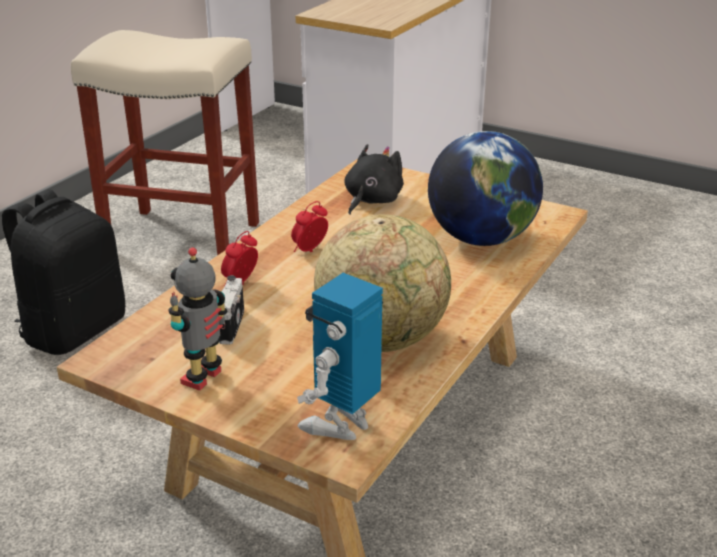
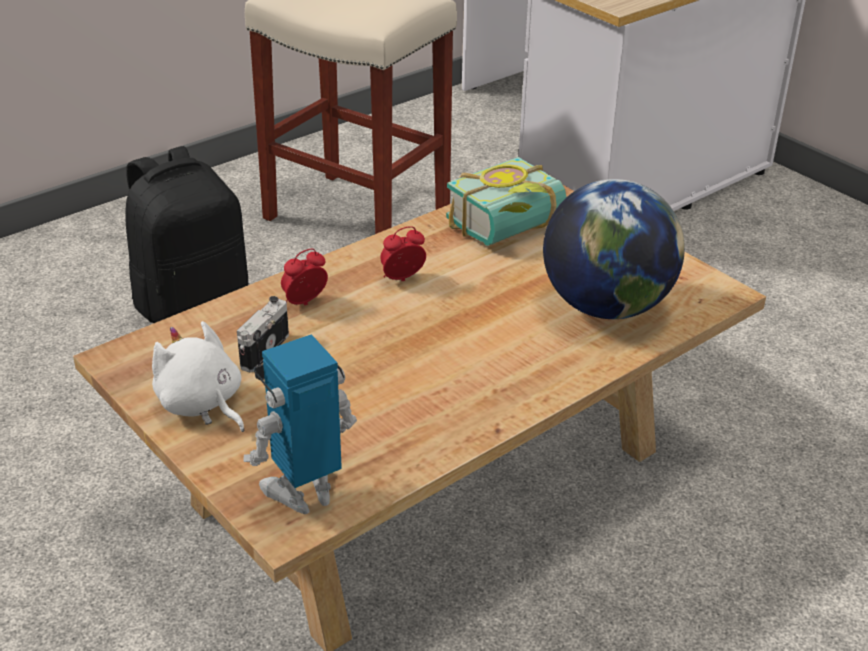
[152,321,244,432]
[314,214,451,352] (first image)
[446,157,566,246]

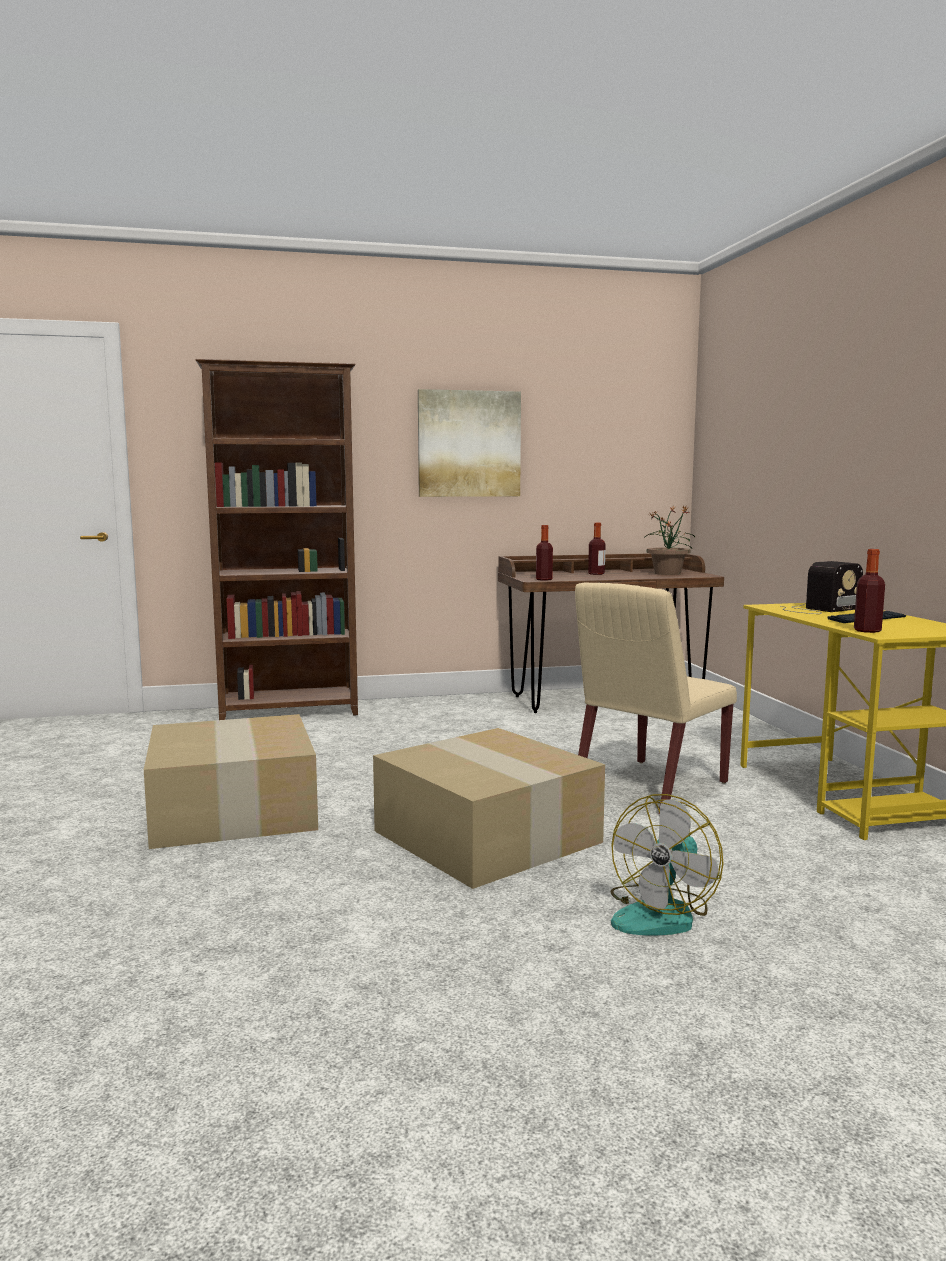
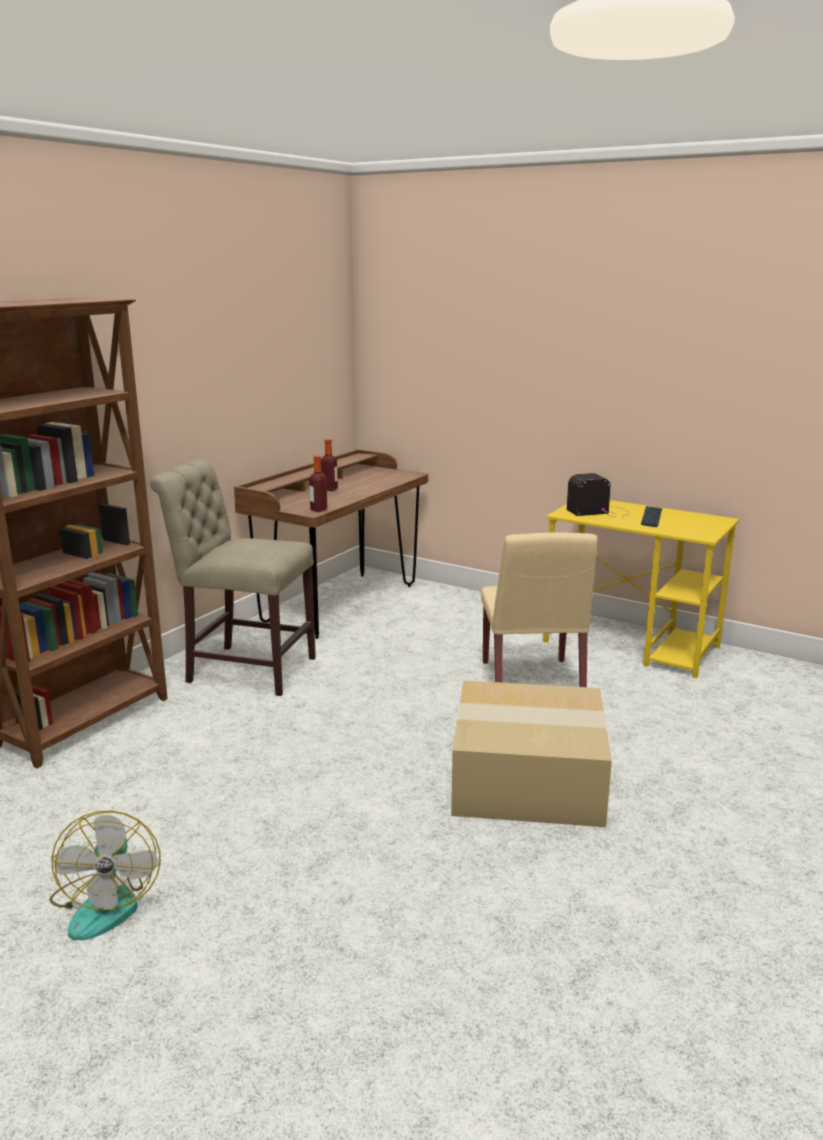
[144,714,318,849] (first image)
[418,389,521,497] (first image)
[50,810,161,940]
[643,506,695,575] (first image)
[567,473,630,517]
[854,549,885,633] (first image)
[150,459,316,696]

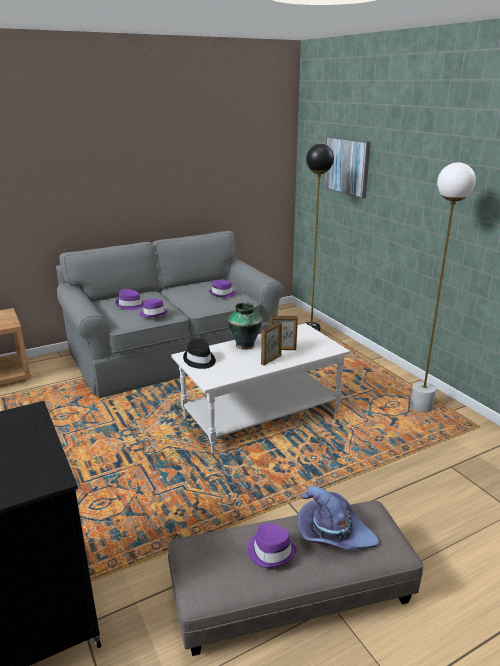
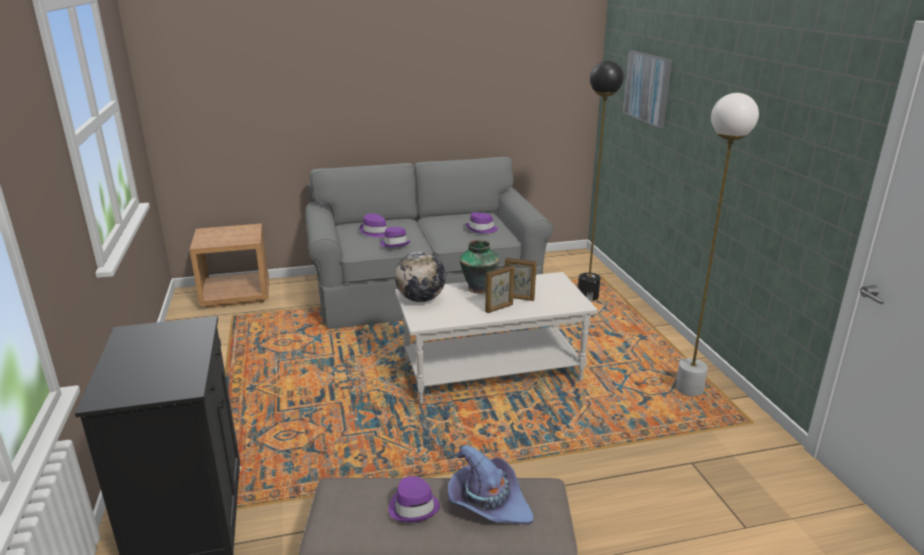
[395,251,446,302]

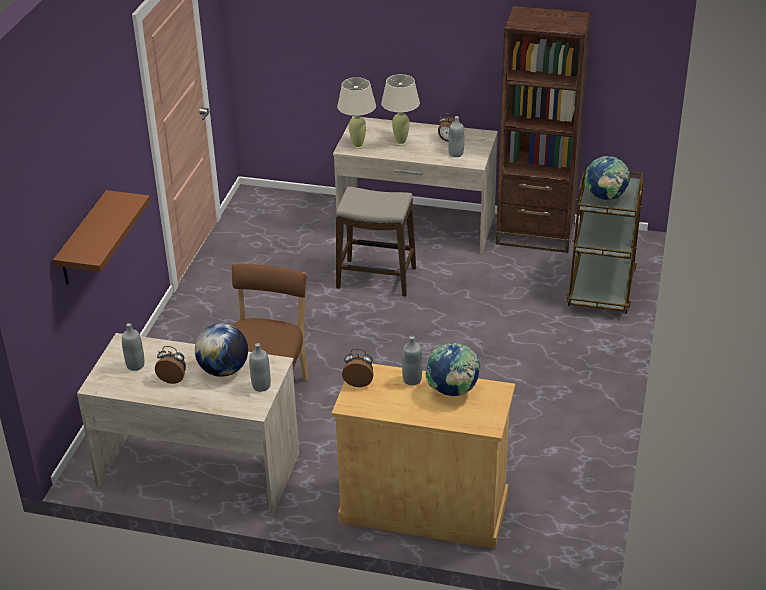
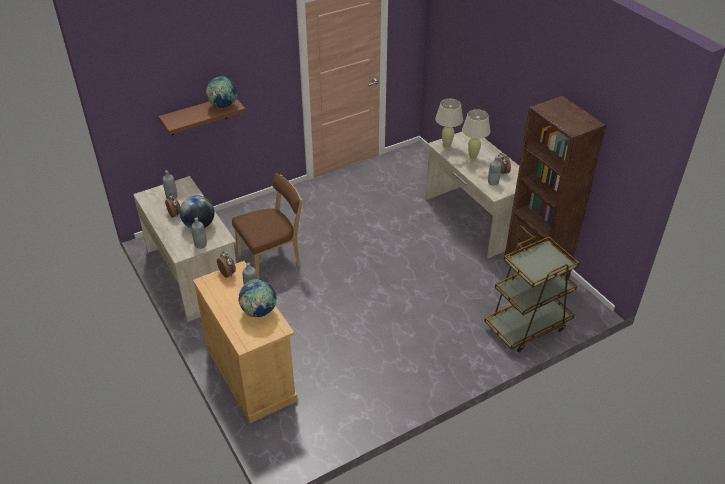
[336,187,416,297] (first image)
[206,76,237,108]

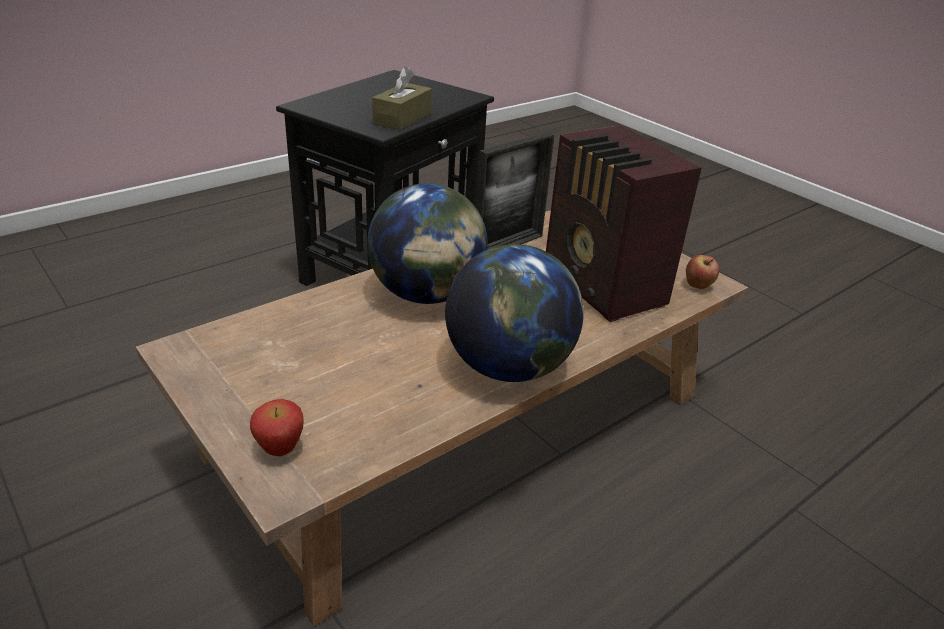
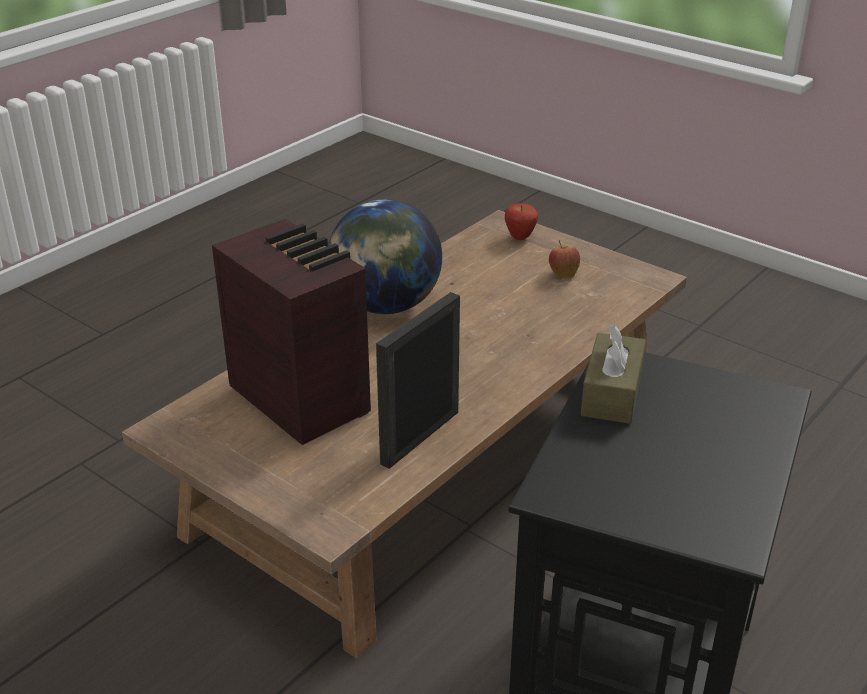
[367,183,488,304] (first image)
[549,240,580,278]

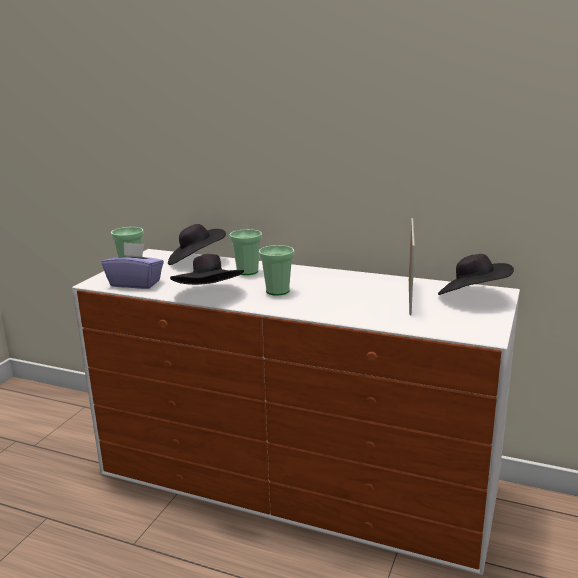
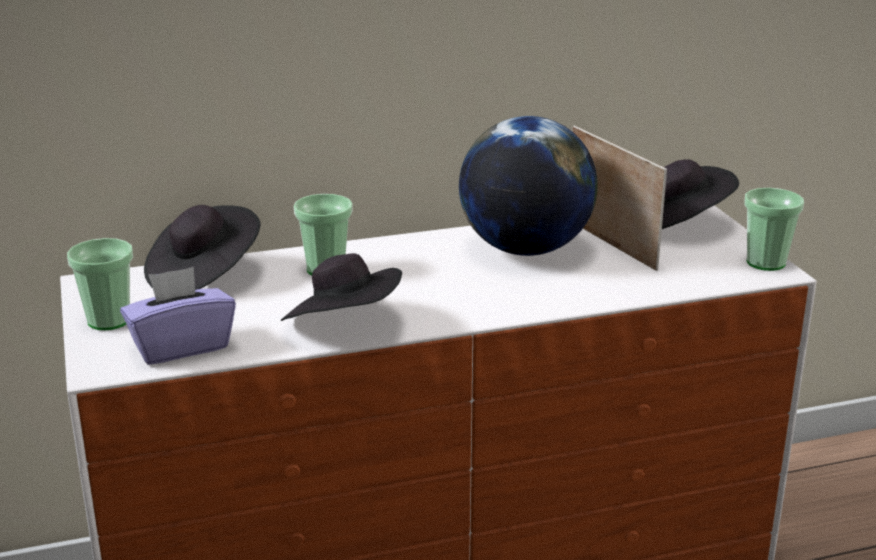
[744,188,804,271]
[459,116,598,256]

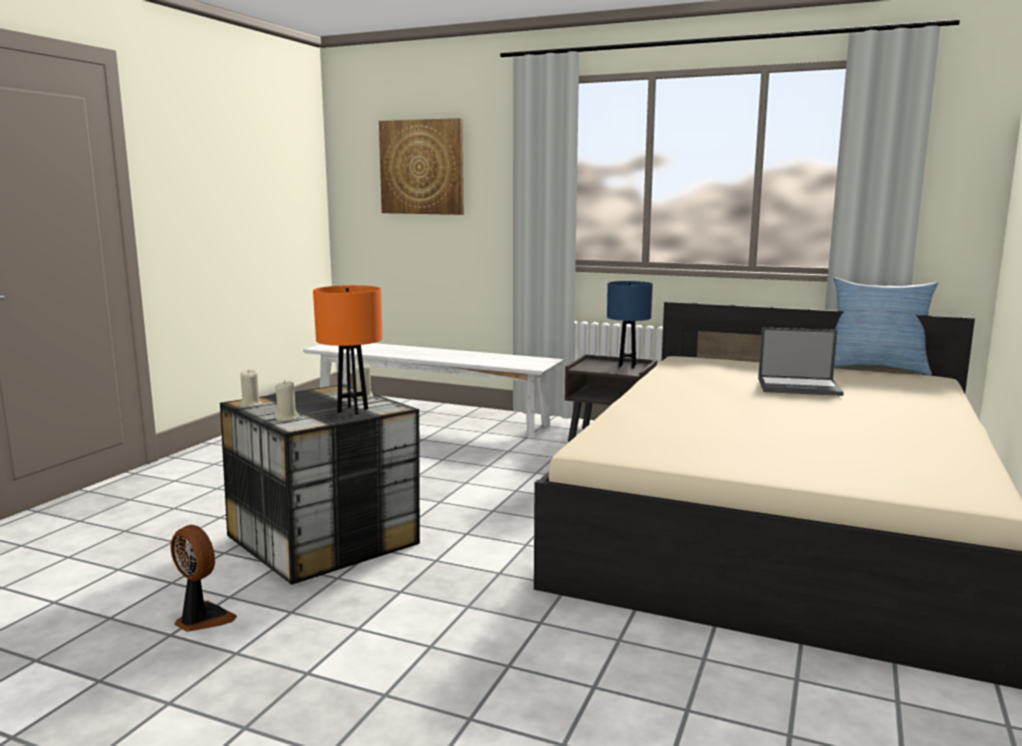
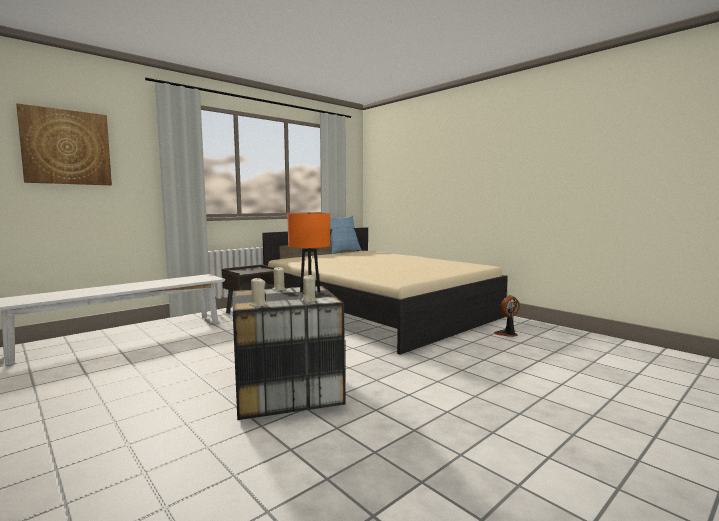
[494,295,519,337]
[607,281,653,368] (first image)
[758,327,843,396] (first image)

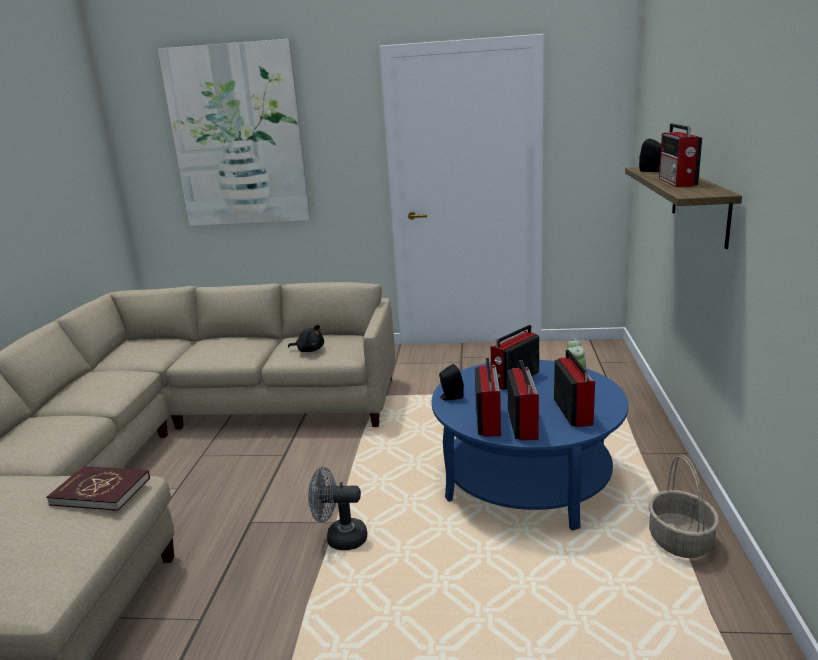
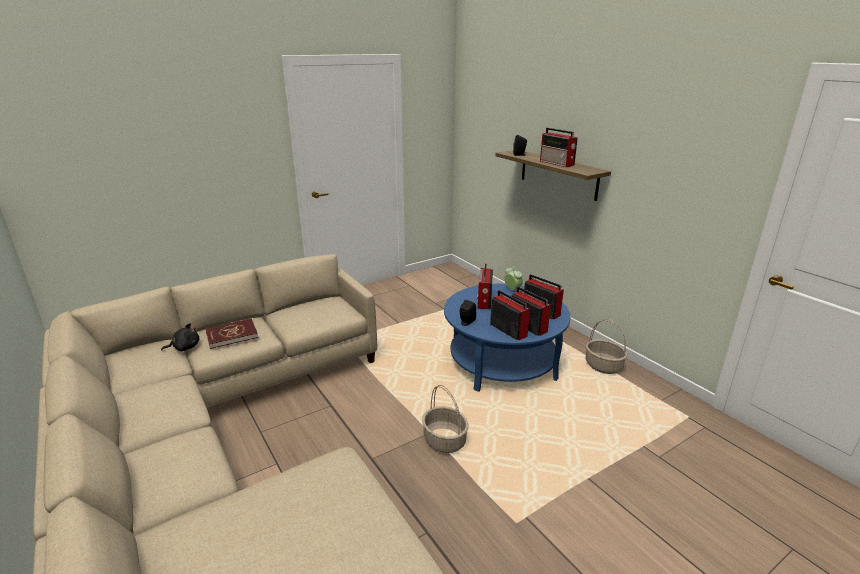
[205,319,258,349]
[157,39,311,226] (first image)
[161,323,199,351]
[422,385,468,453]

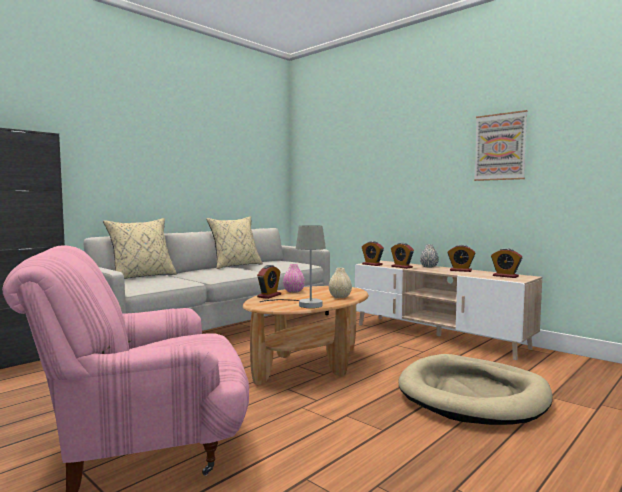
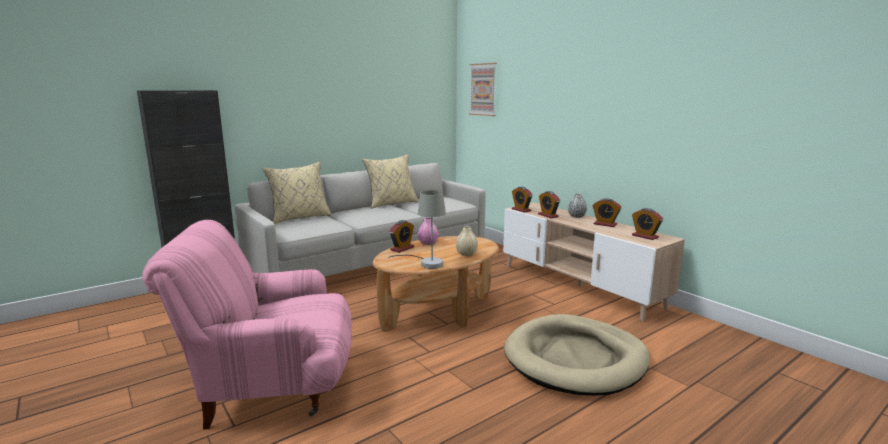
[469,63,497,116]

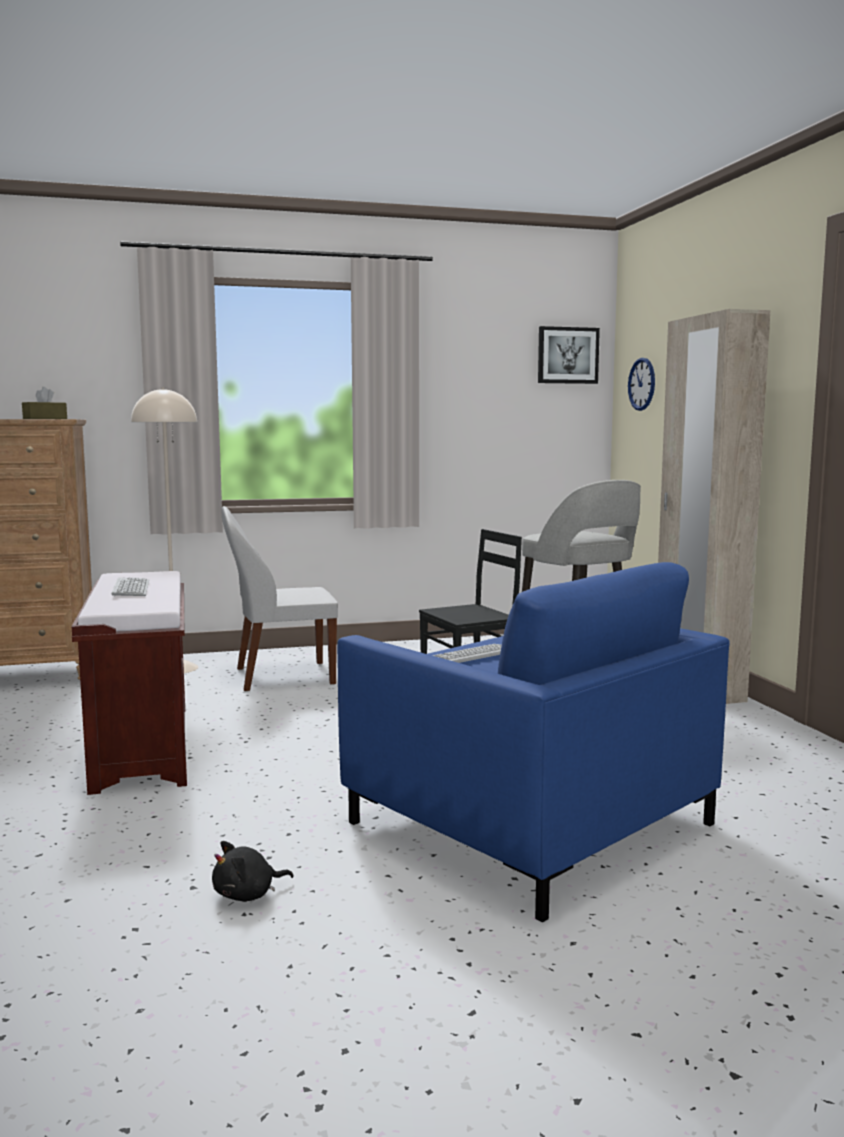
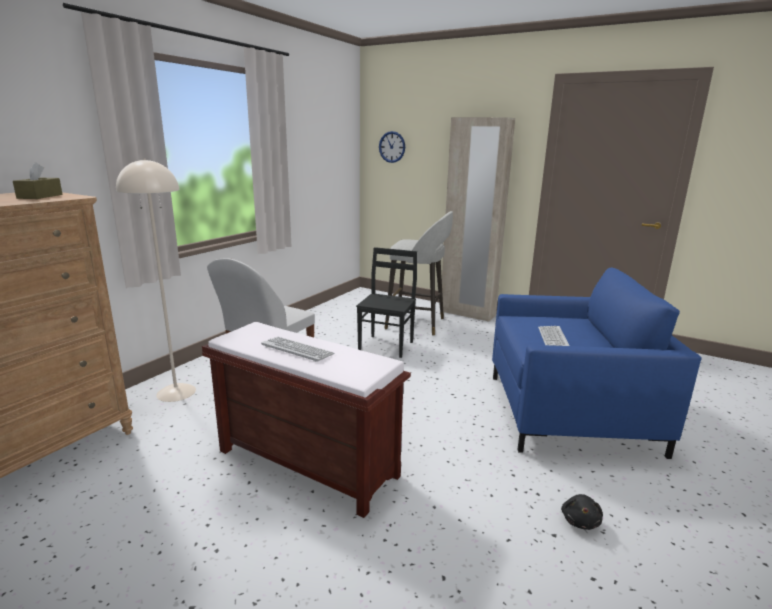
[538,326,600,384] (first image)

